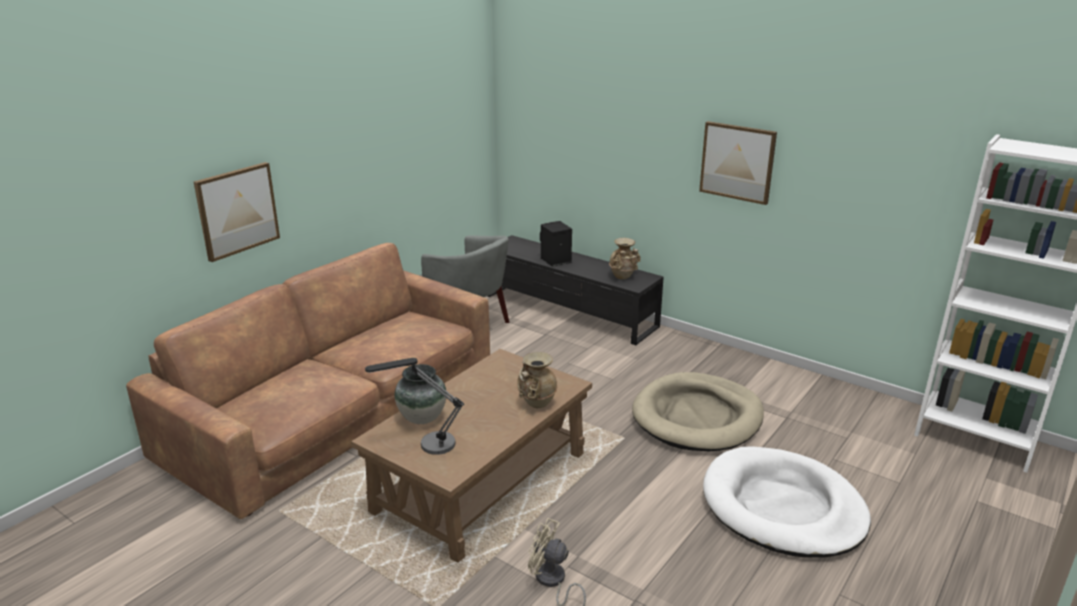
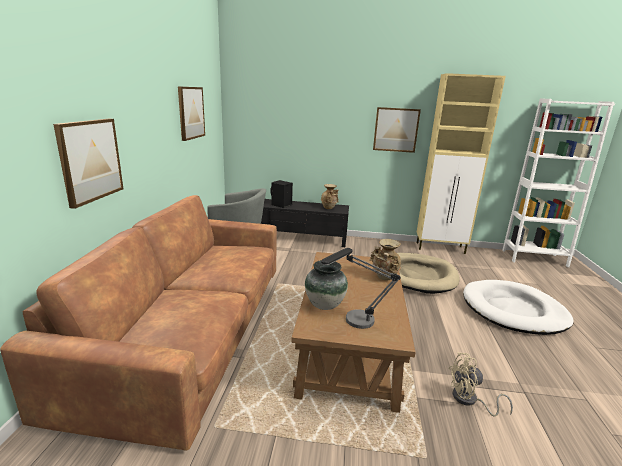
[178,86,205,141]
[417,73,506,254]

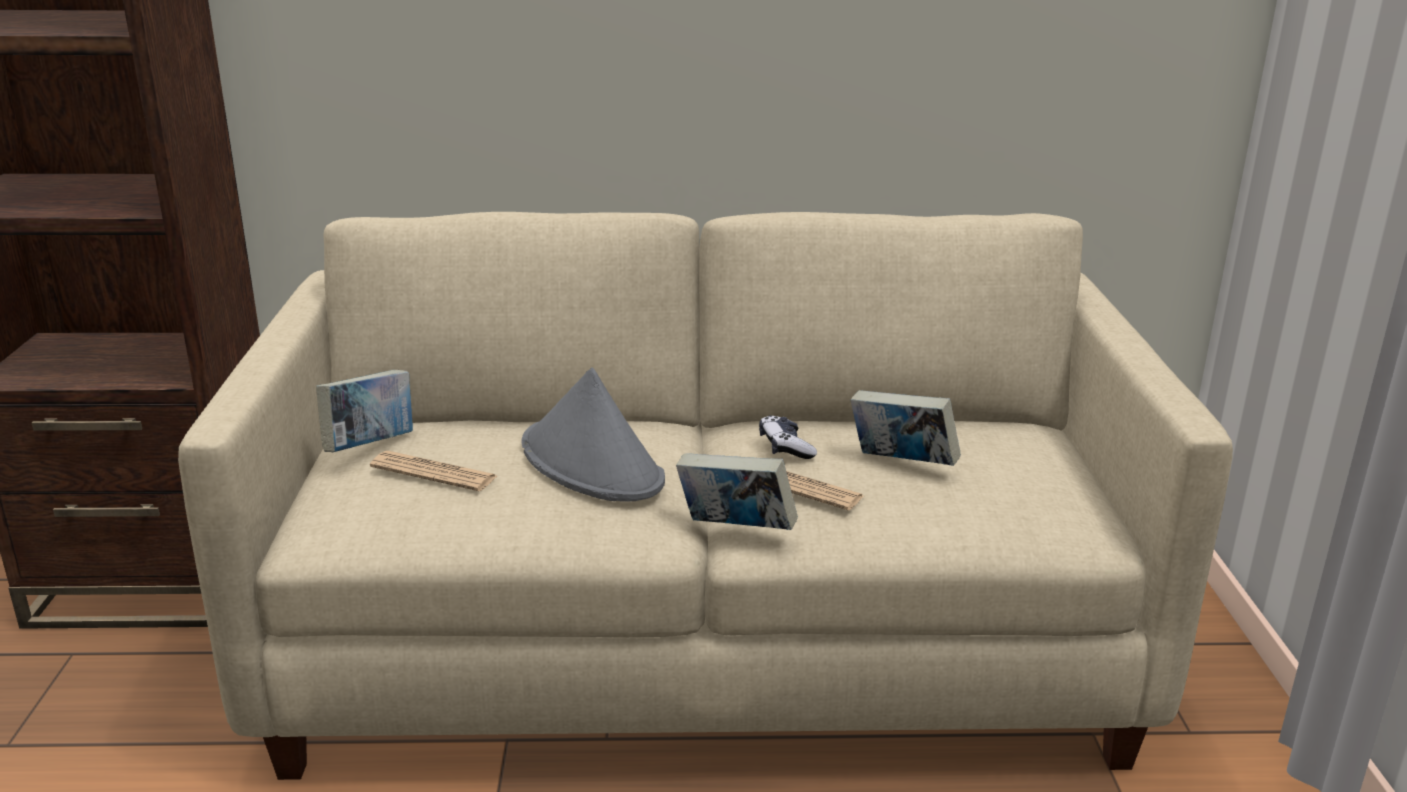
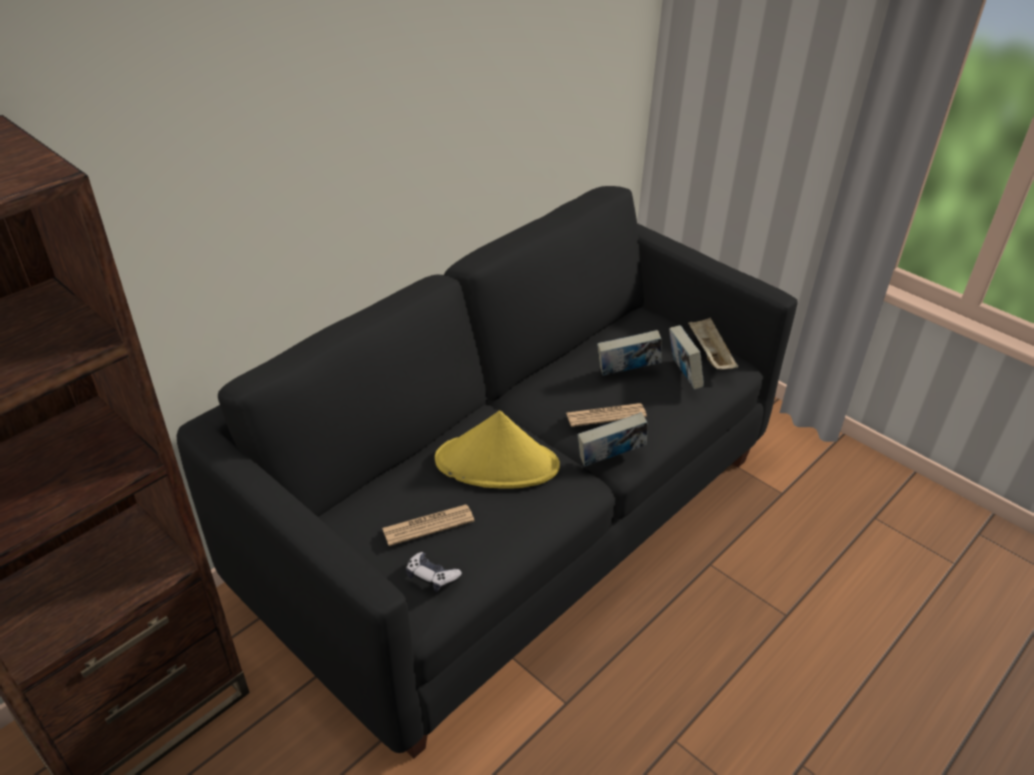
[177,186,798,759]
[669,325,704,389]
[435,411,560,489]
[406,552,462,592]
[688,317,738,370]

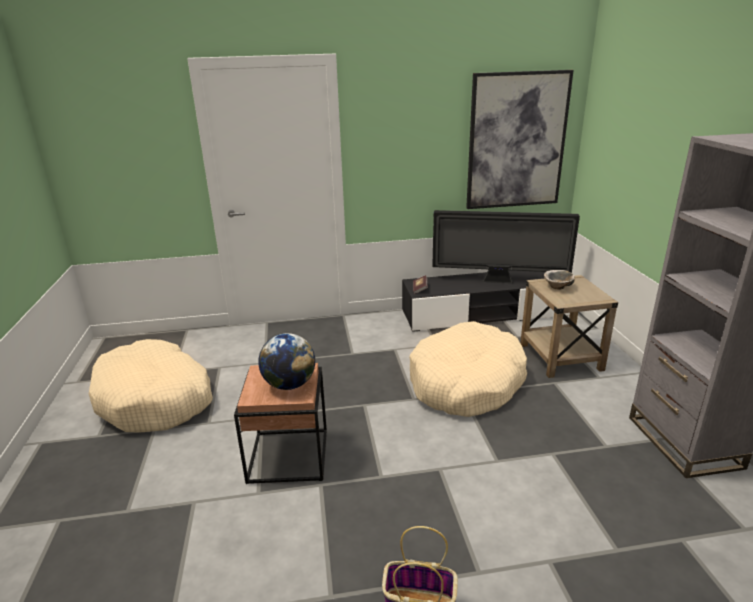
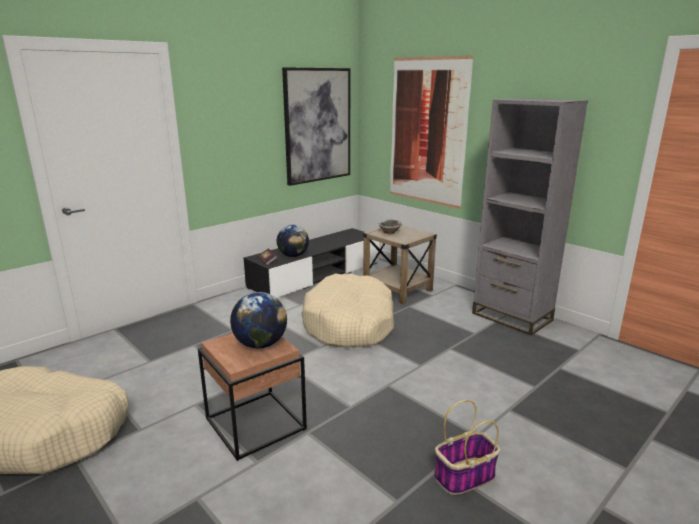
[432,210,580,283] (first image)
[277,225,309,257]
[390,55,474,209]

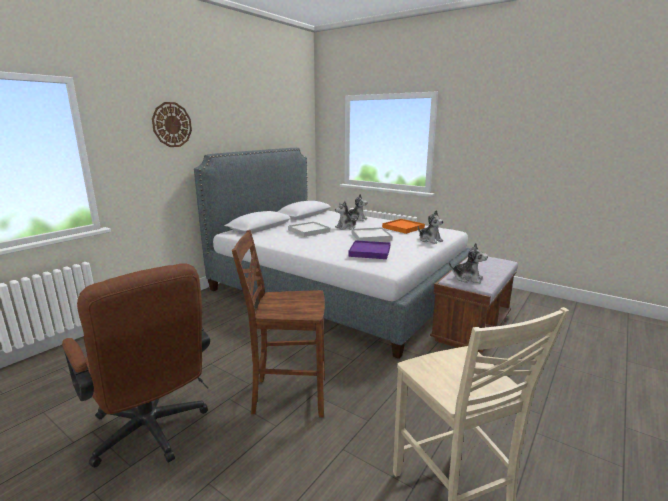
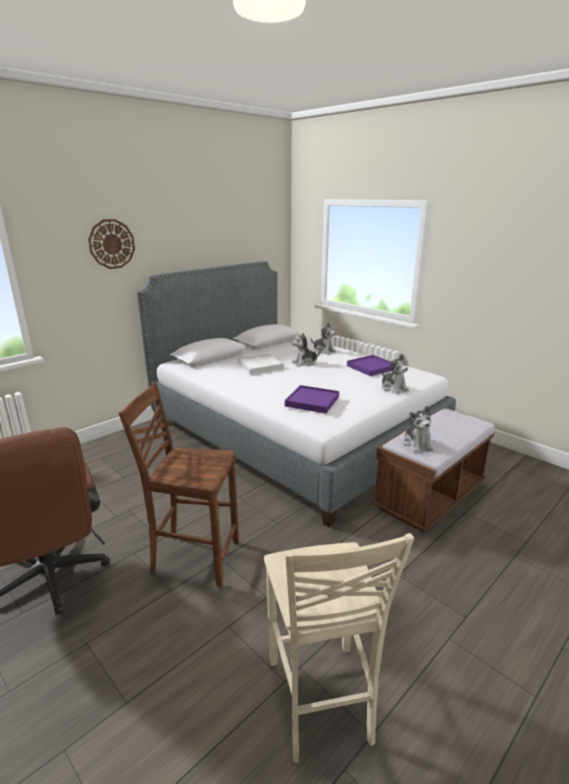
[351,227,392,242] (first image)
[347,355,393,376]
[403,406,434,452]

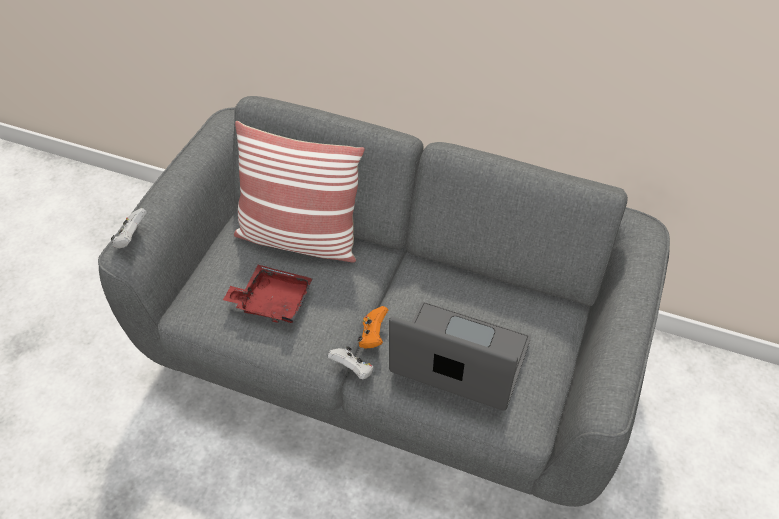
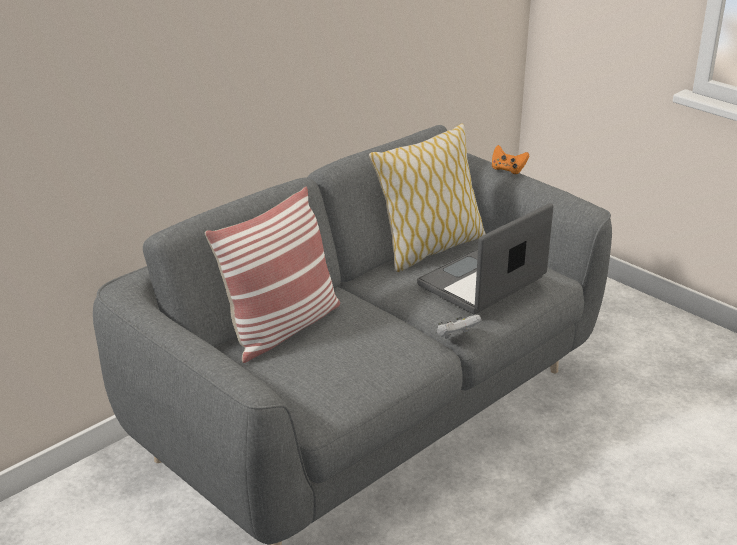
[111,208,147,248] (first image)
[223,265,313,323] (first image)
[492,145,529,174]
[369,123,486,272]

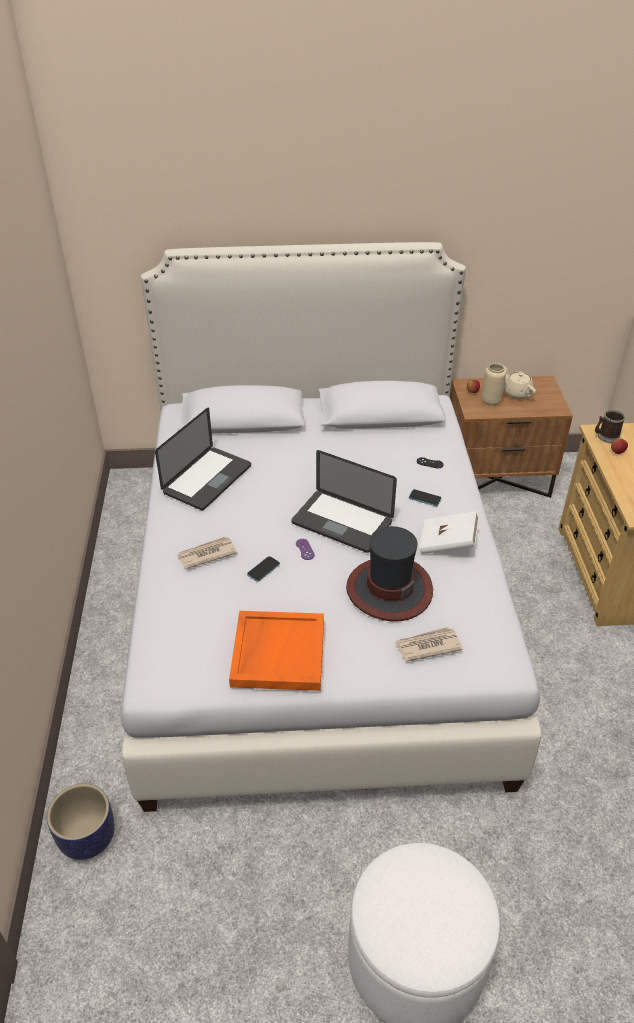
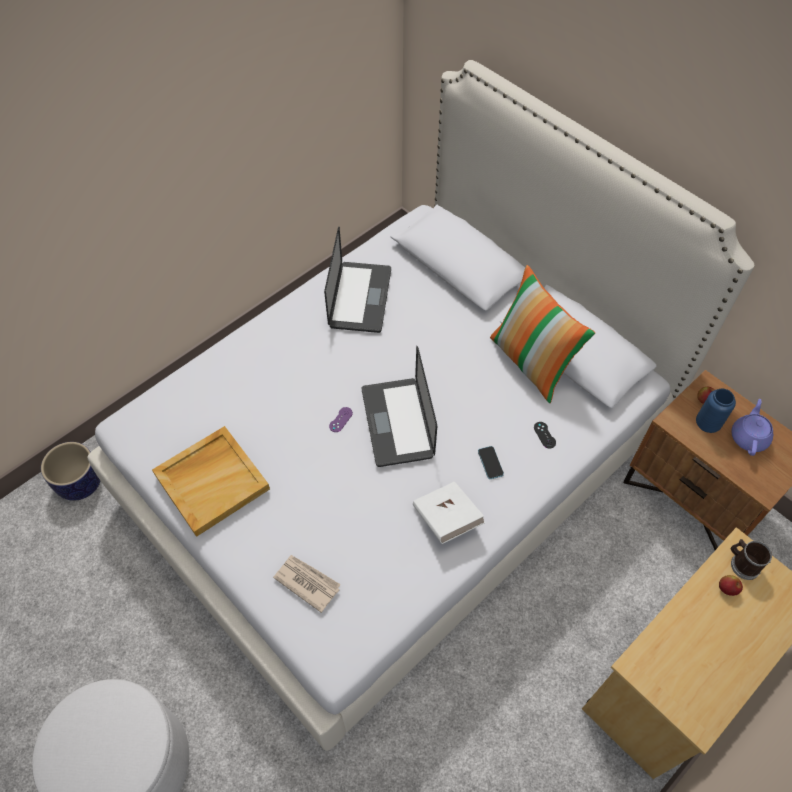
[324,227,391,333]
[177,537,237,569] (first image)
[152,426,270,537]
[247,556,280,582] (first image)
[346,526,433,622] (first image)
[696,389,736,433]
[731,399,773,456]
[490,265,595,403]

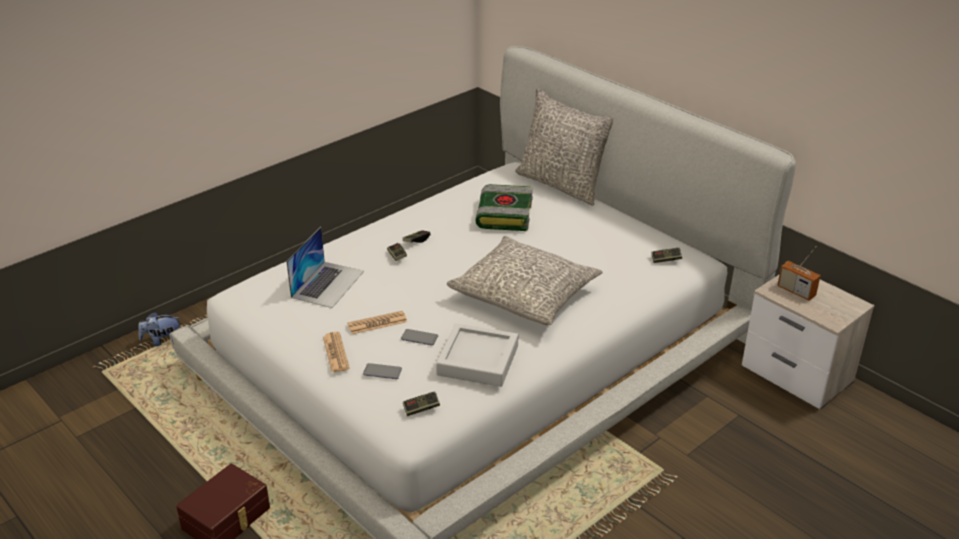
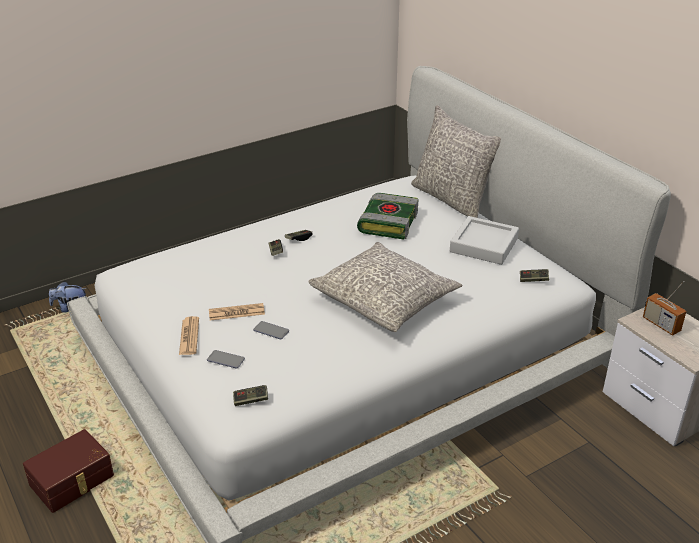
[286,227,364,308] (first image)
[450,216,519,265]

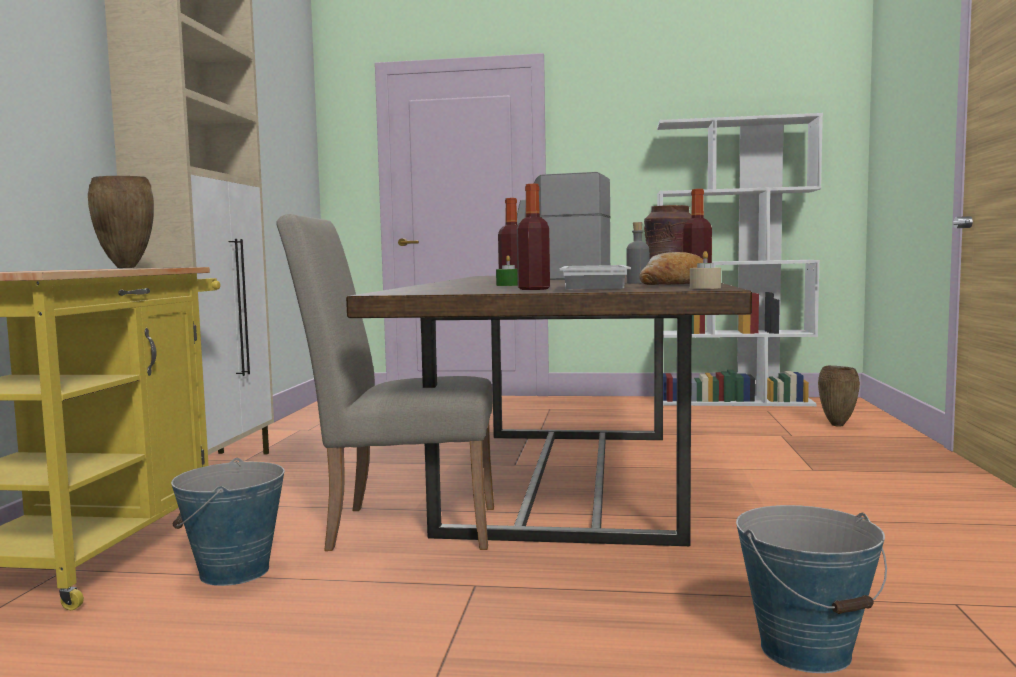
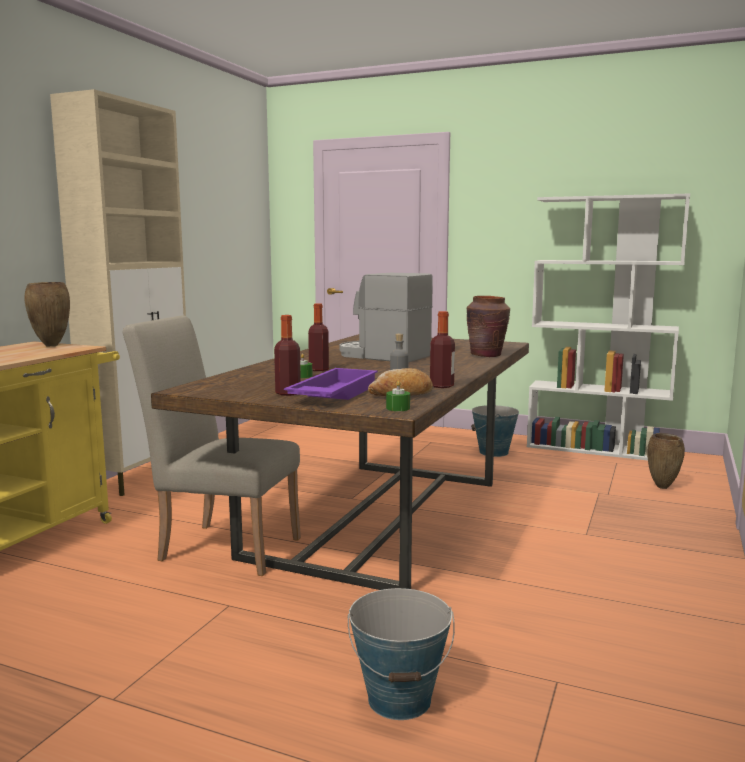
[471,405,519,457]
[284,368,378,400]
[386,380,410,411]

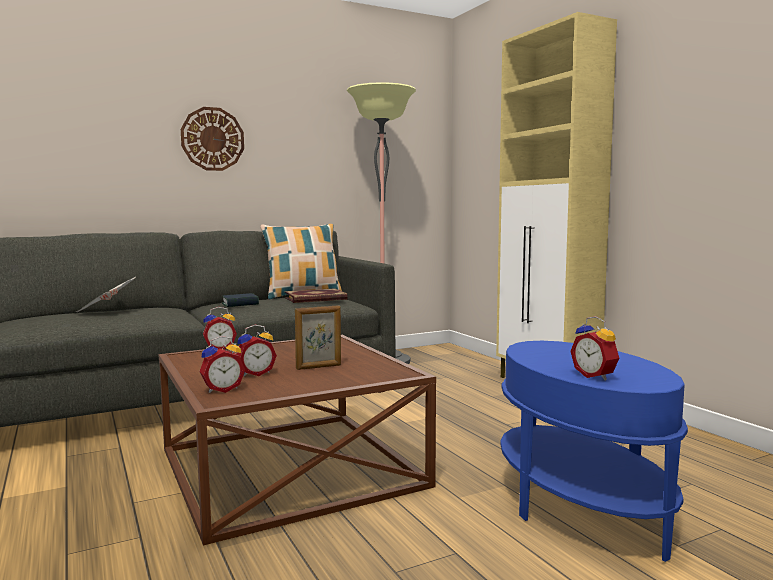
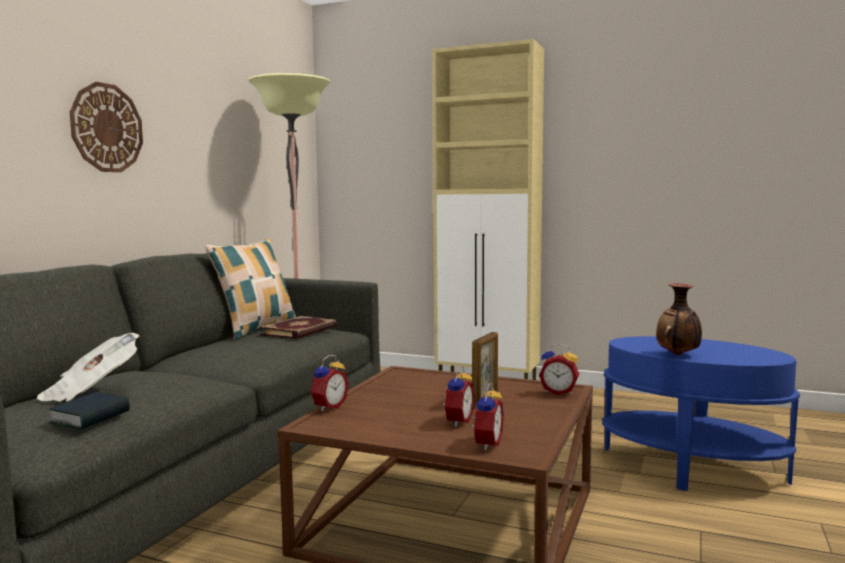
[49,392,130,430]
[539,343,579,395]
[656,283,702,355]

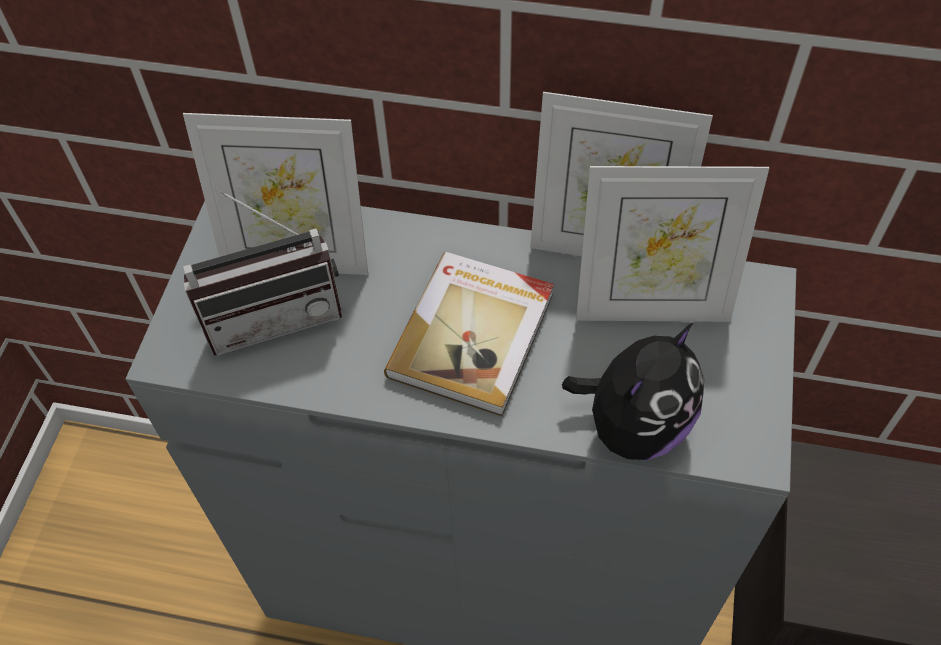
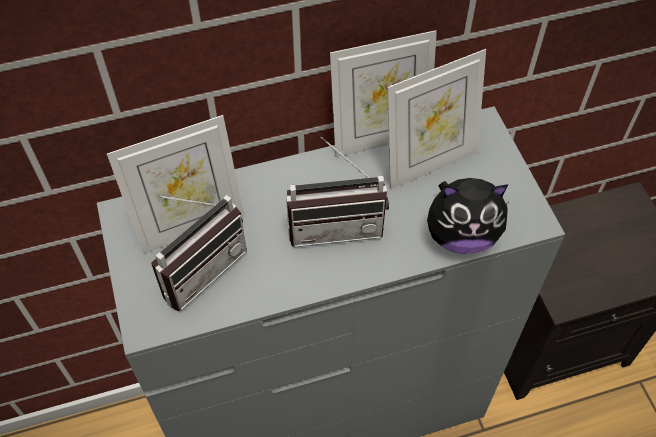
[286,137,389,247]
[427,178,508,254]

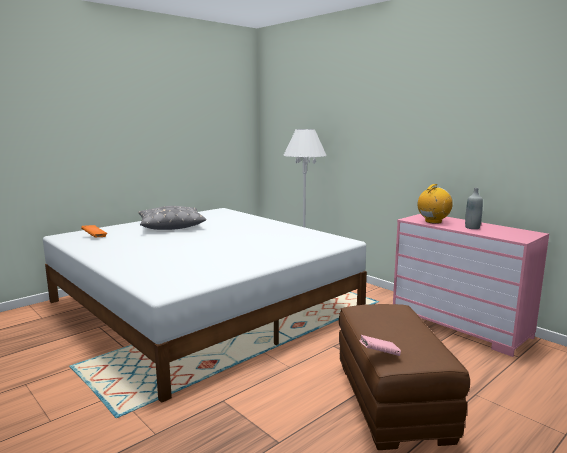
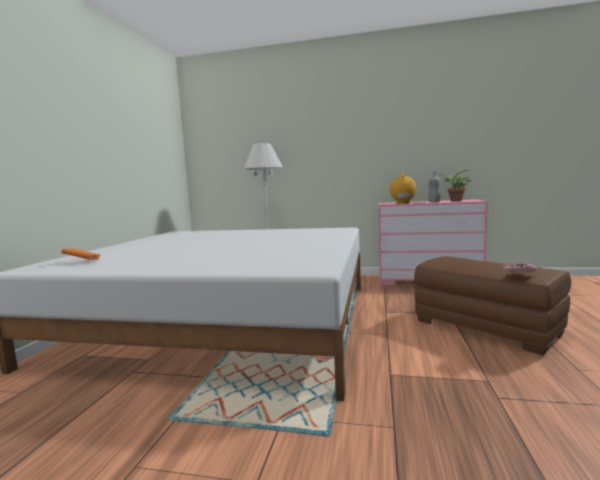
[138,206,206,230] (first image)
[440,170,471,201]

